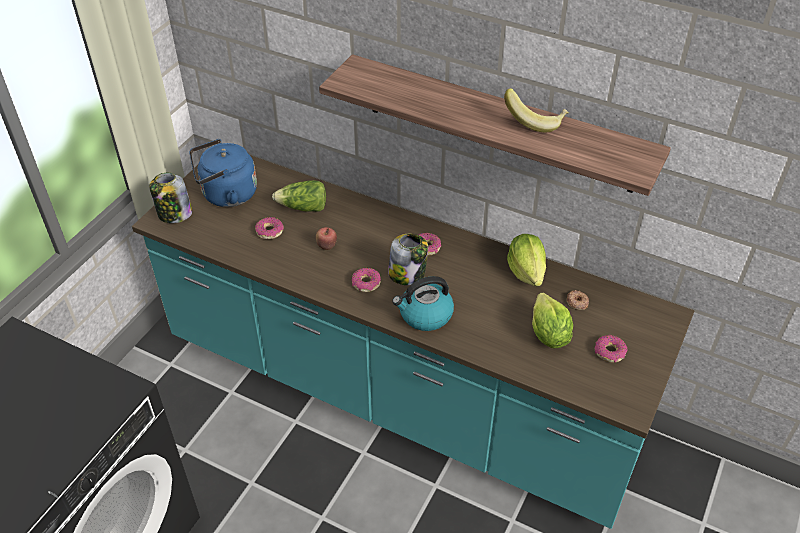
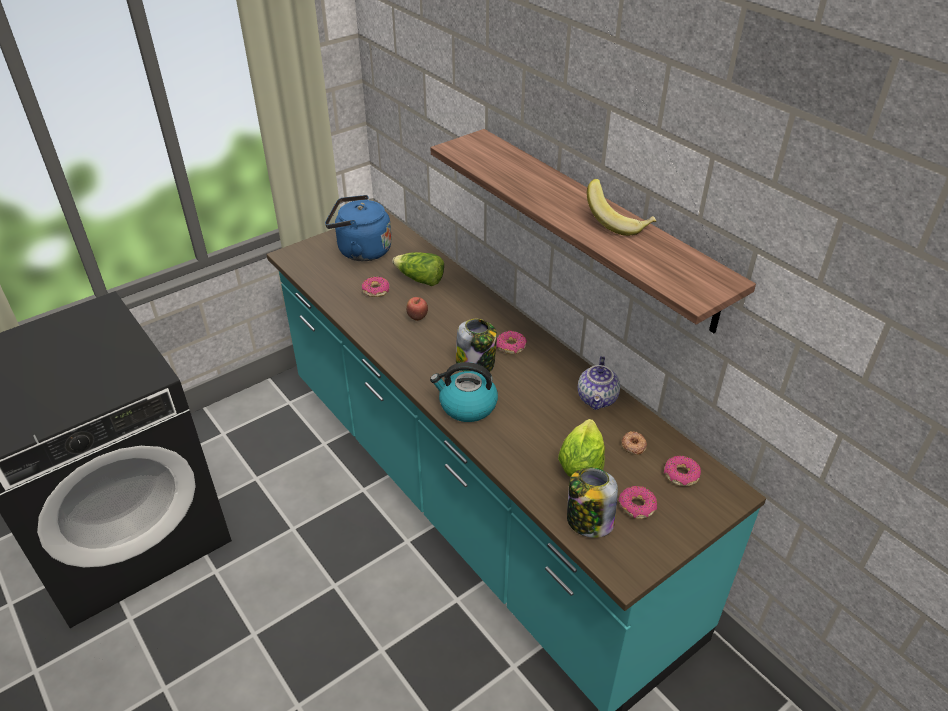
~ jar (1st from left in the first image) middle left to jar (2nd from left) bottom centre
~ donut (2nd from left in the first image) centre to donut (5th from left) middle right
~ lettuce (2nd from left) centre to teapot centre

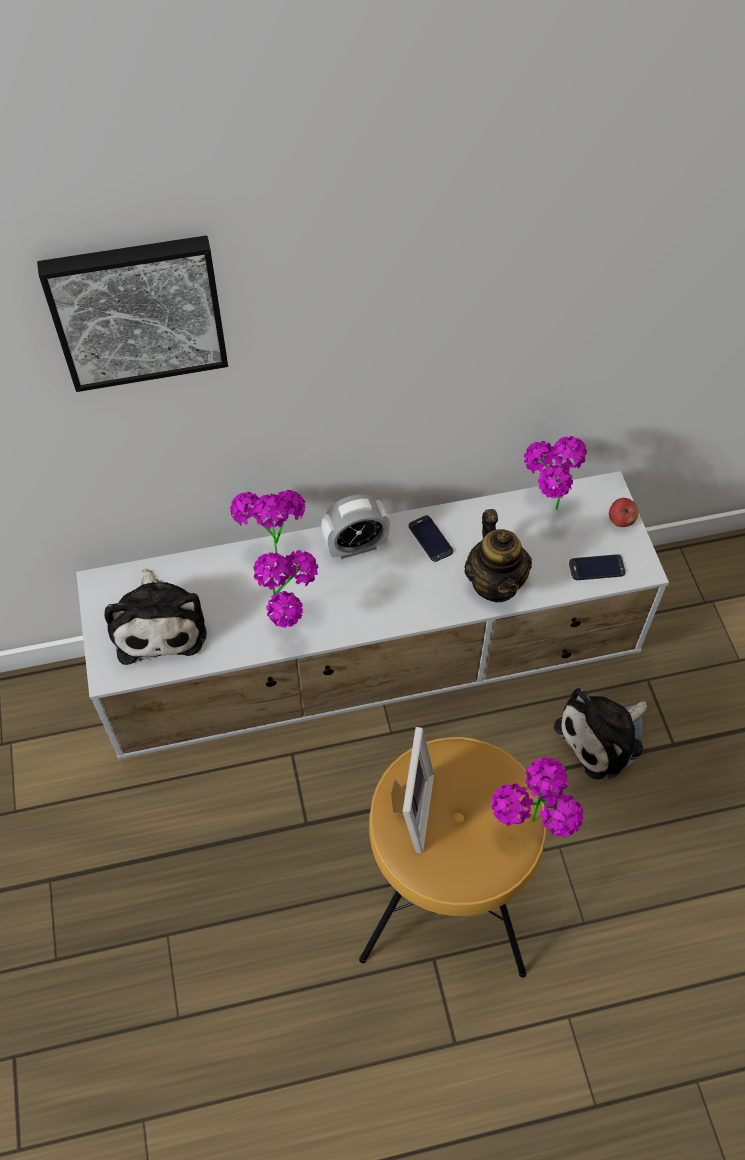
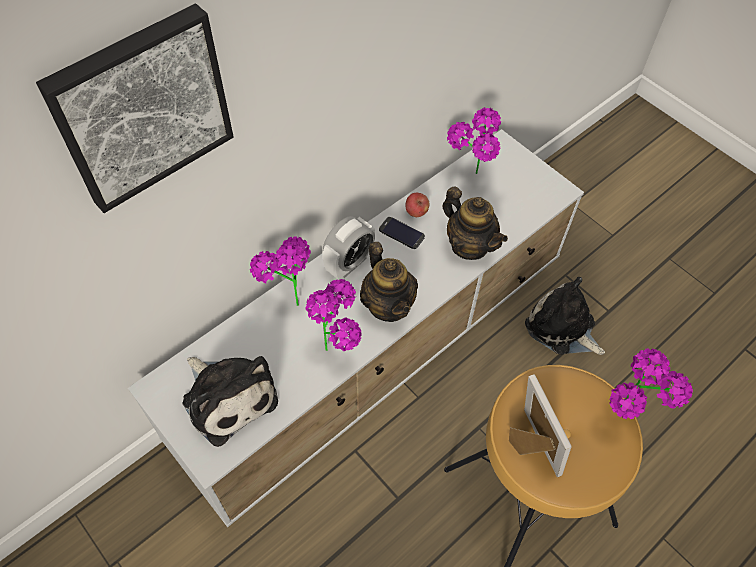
- phone (2nd from left) middle right
+ teapot (1st from left) centre
~ apple middle right to centre
~ plush toy (2nd from left) middle right = middle right 105 degrees clockwise

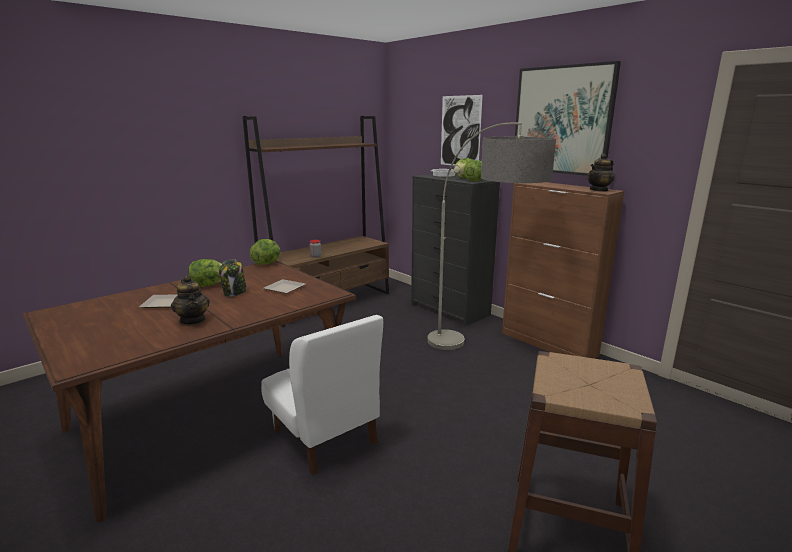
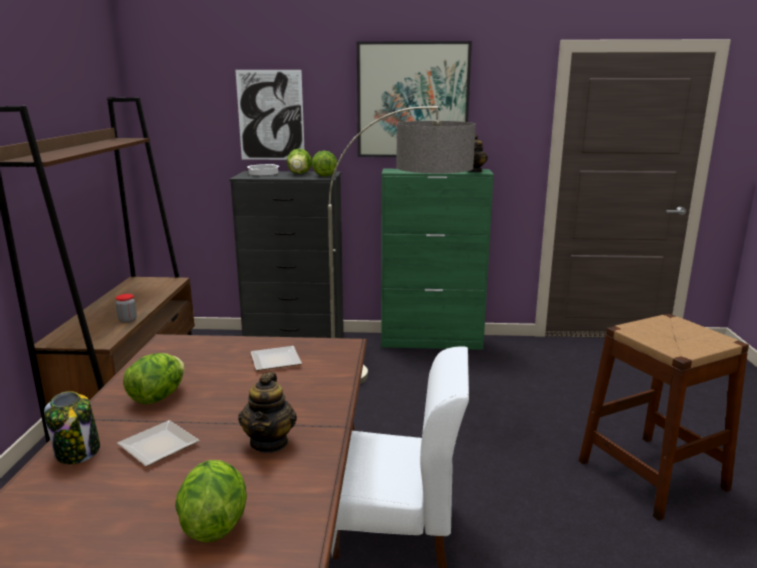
~ jar (1st from left) middle left to bottom left
~ lettuce (2nd from left) centre to bottom left
~ cabinet (brown) middle right to cabinet (green) centre
~ teapot (1st from left) middle left = bottom centre 75 degrees clockwise

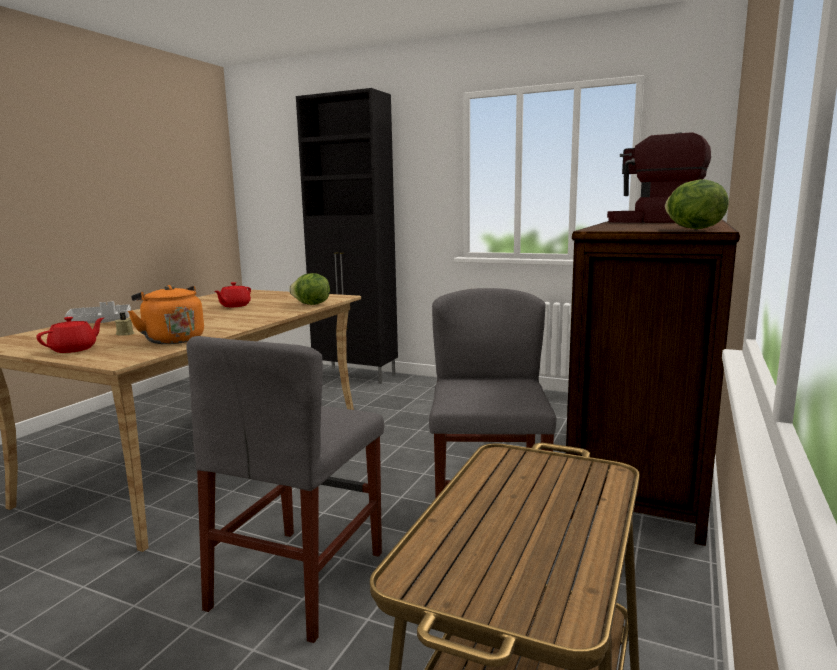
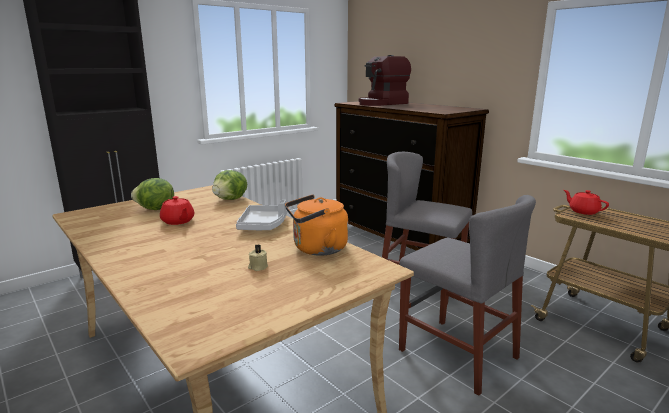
~ teapot (red) (1st from left in the first image) middle left to teapot (red) (2nd from left) middle right
~ tray (grey) middle left to centre
~ lettuce (2nd from left in the first image) top right to lettuce (1st from left) middle left

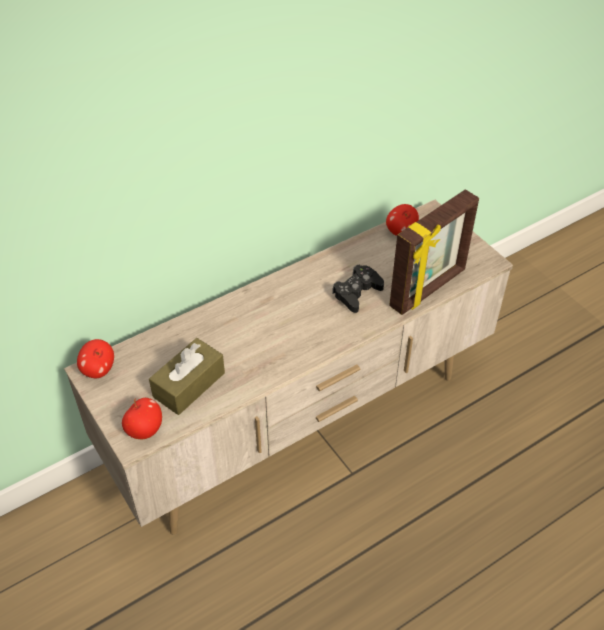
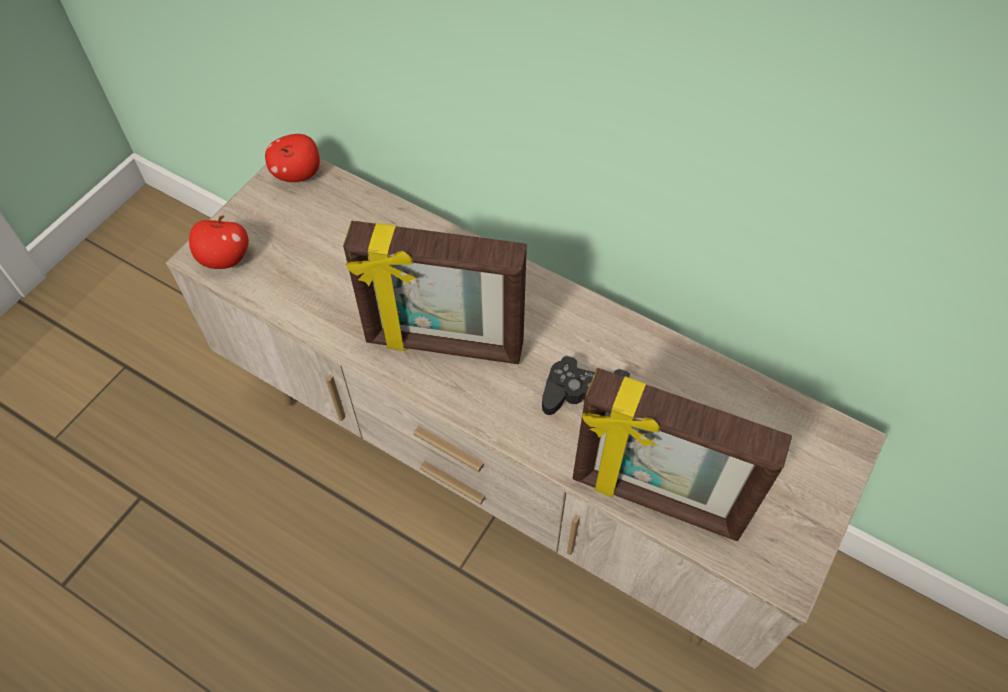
- tissue box (brown) middle left
- apple (3rd from left) centre
+ picture frame (1st from left) centre

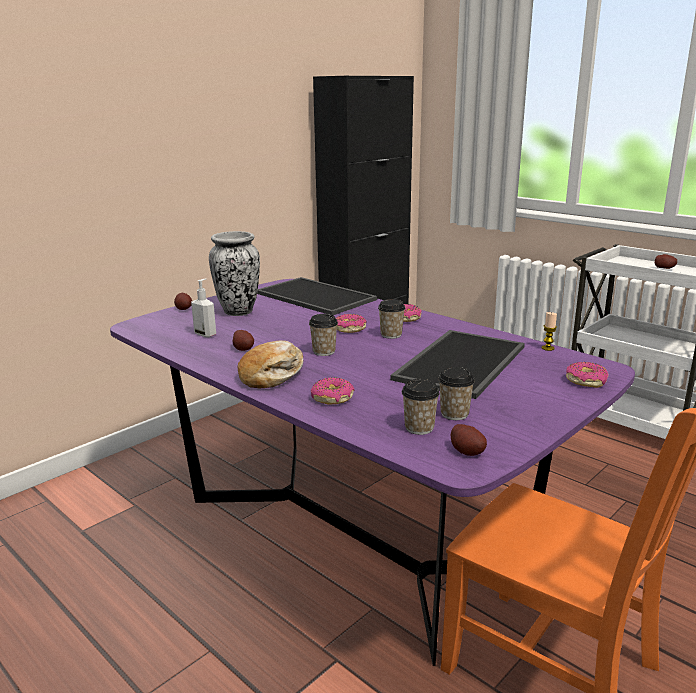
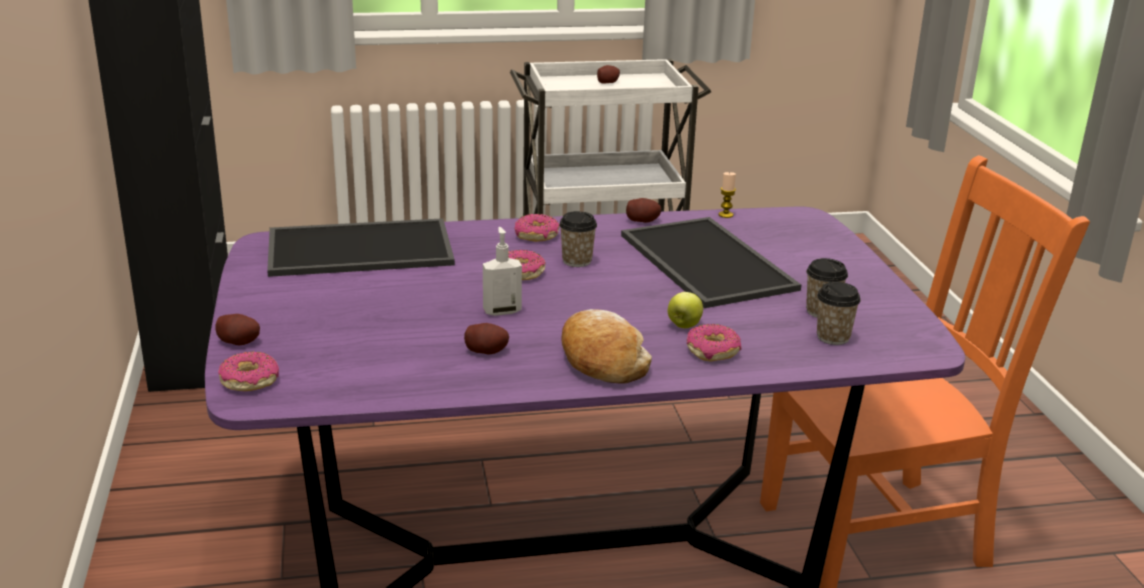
- vase centre
- cup (1st from left) centre
+ apple centre
~ soap dispenser middle left to centre
~ potato (3rd from left in the first image) middle right to potato (4th from left) centre
~ donut (4th from left in the first image) middle right to donut (1st from left) middle left

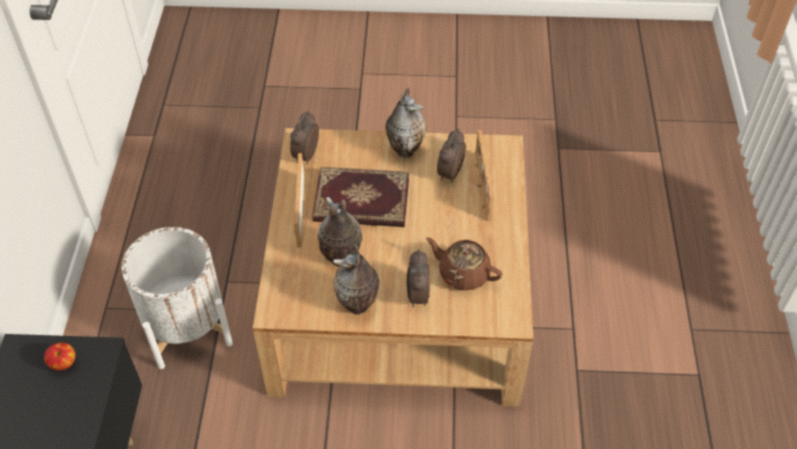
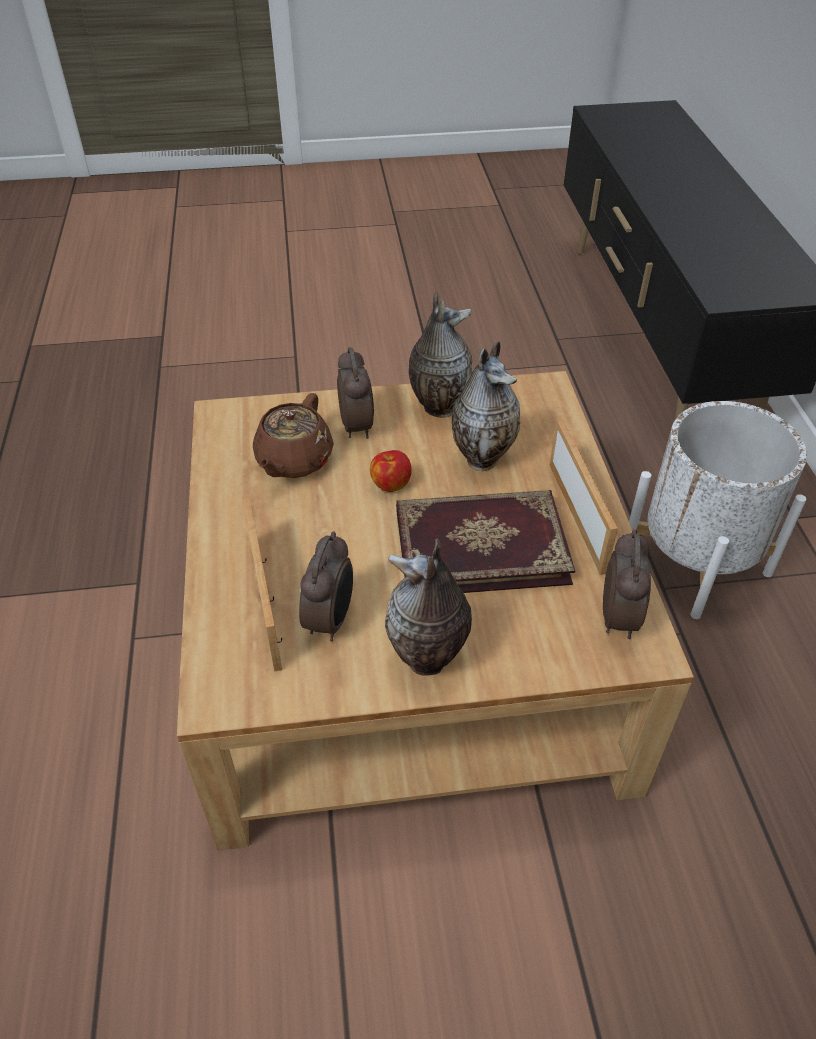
~ apple bottom left to centre
~ teapot (brown) centre = centre 90 degrees clockwise

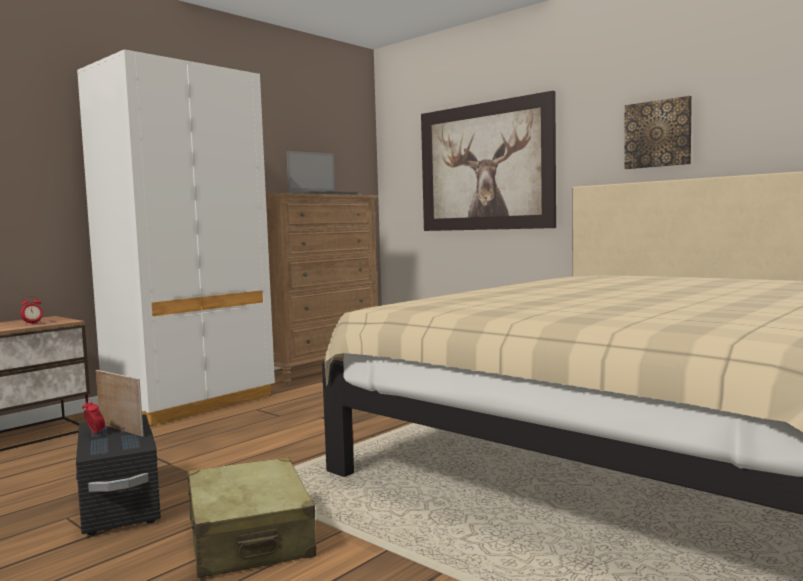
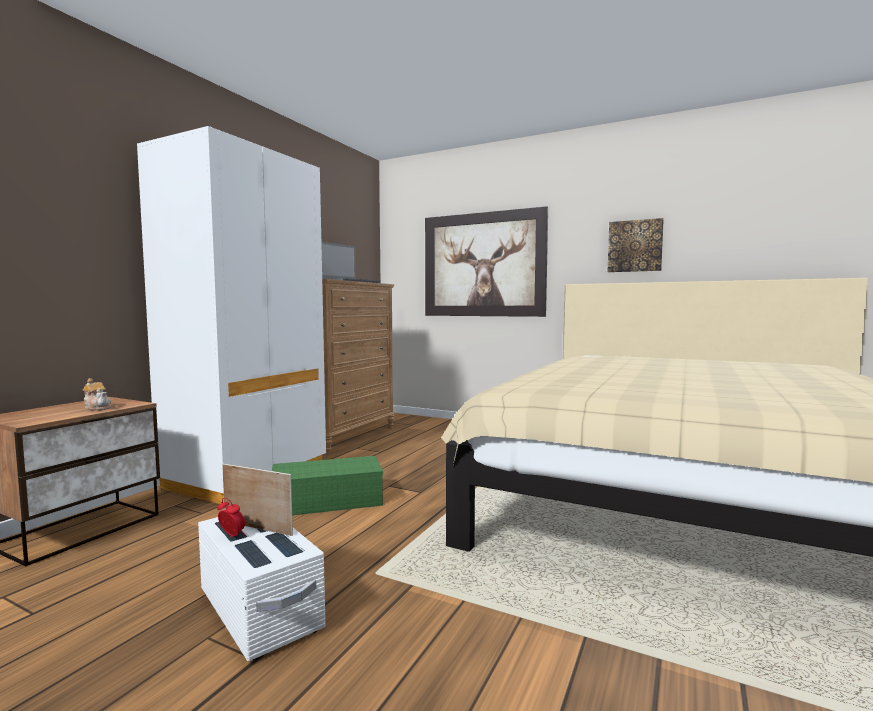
- suitcase (beige) bottom left
+ storage box (green) bottom centre
~ alarm clock (1st from left) middle left to teapot middle left
~ storage box (black) bottom left to storage box (white) bottom left

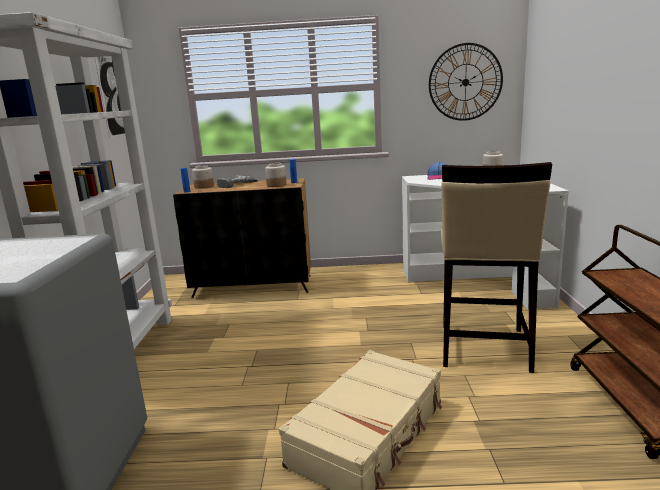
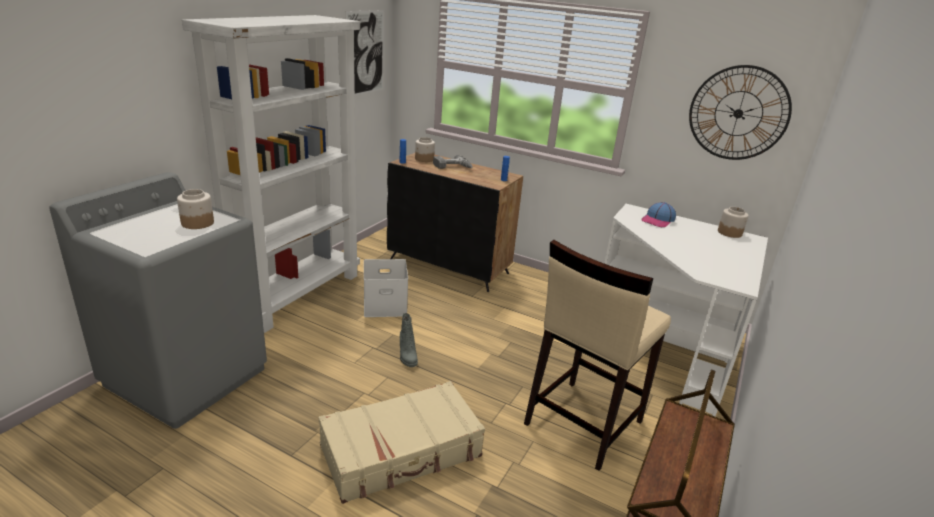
+ storage box (white) centre
+ boot (grey) centre
~ jar (2nd from left in the first image) centre to jar (1st from left) middle left

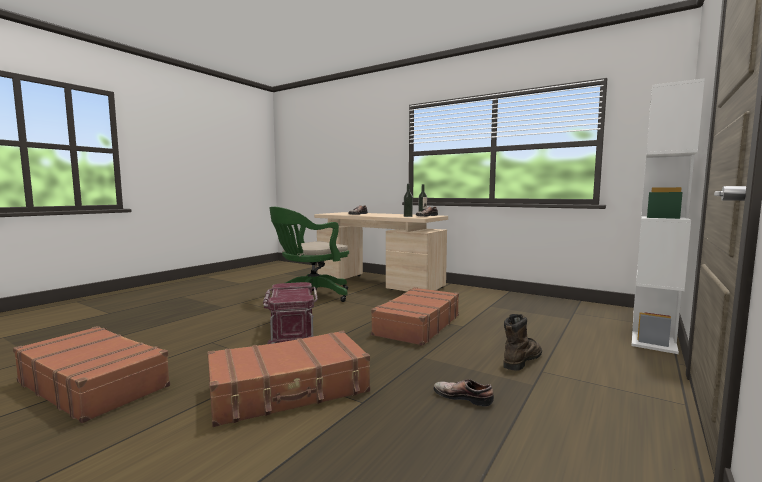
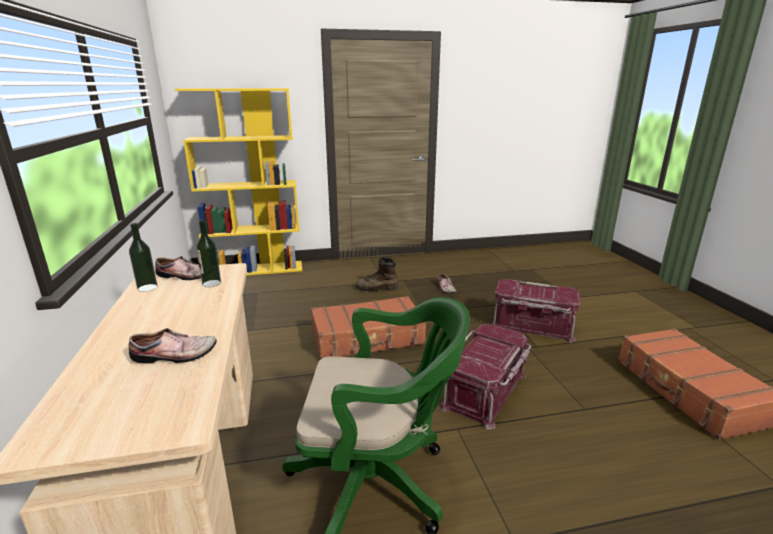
~ suitcase (brown) (2nd from left) bottom centre to storage box (red) (2nd from left) middle right
~ bookcase (white) middle right to bookcase (yellow) middle left

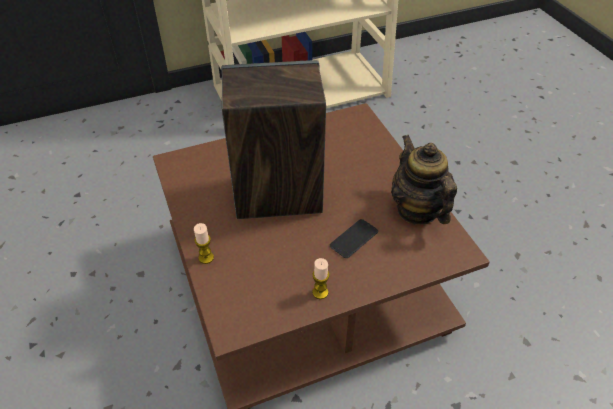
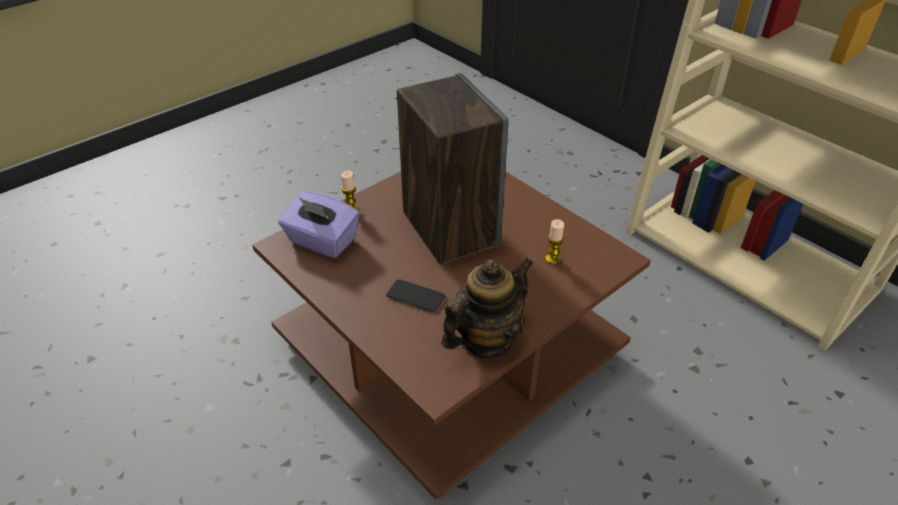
+ tissue box (purple) centre
~ candle (2nd from left) bottom centre to centre

